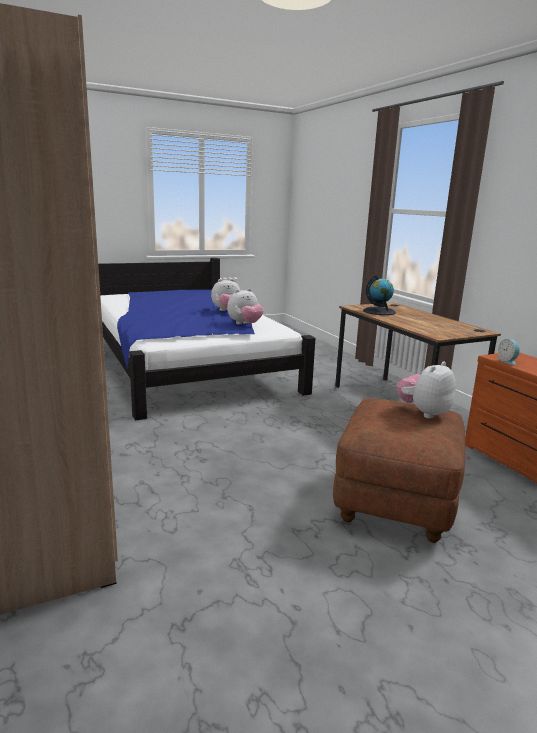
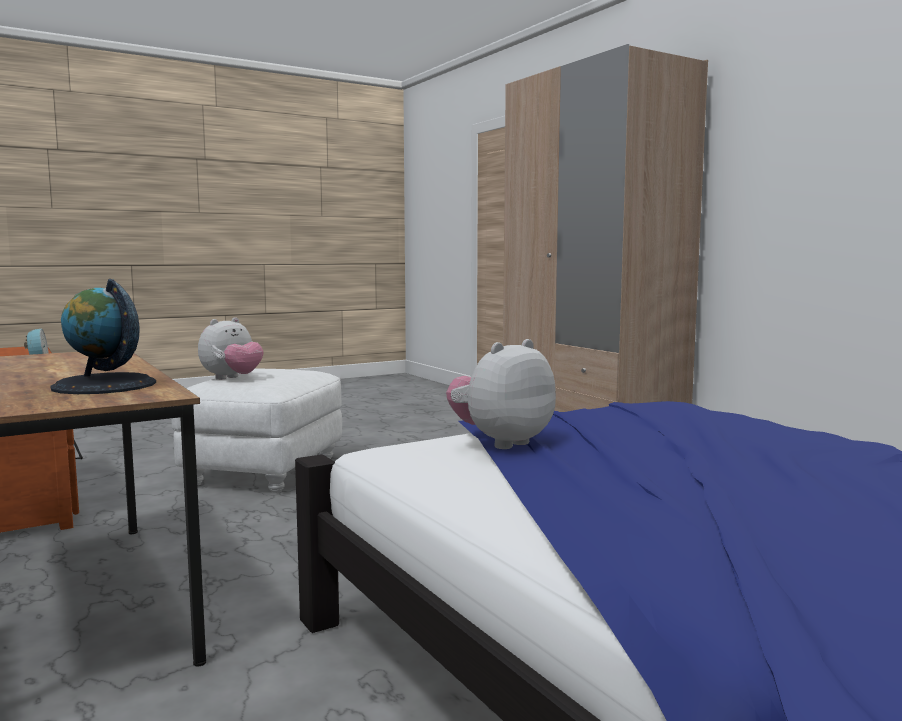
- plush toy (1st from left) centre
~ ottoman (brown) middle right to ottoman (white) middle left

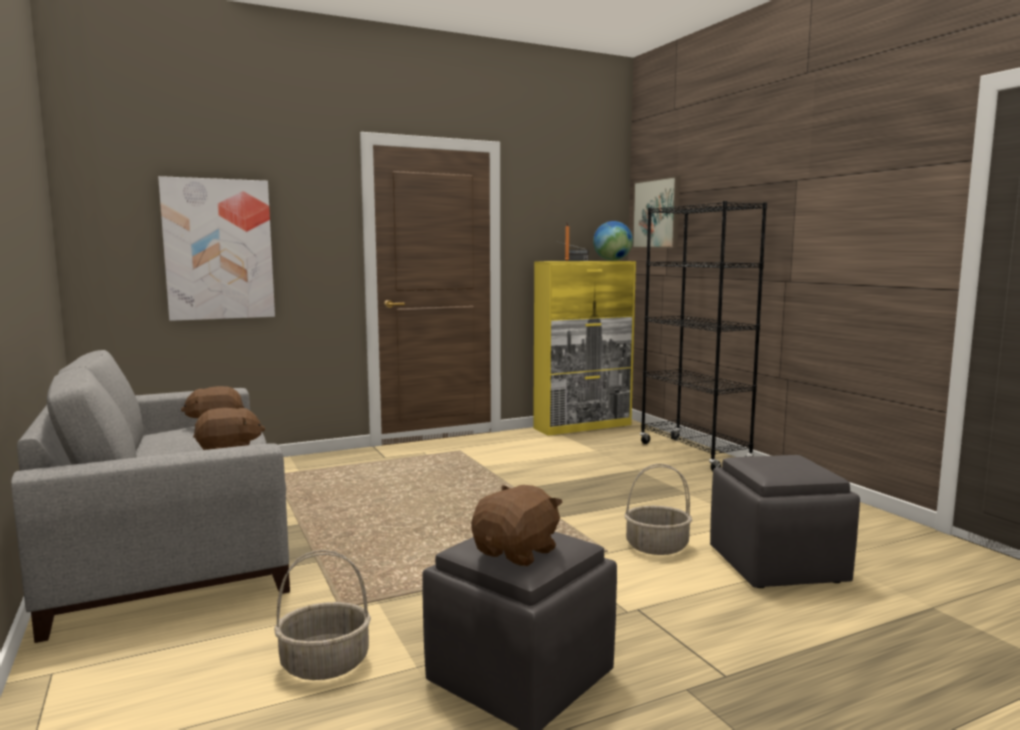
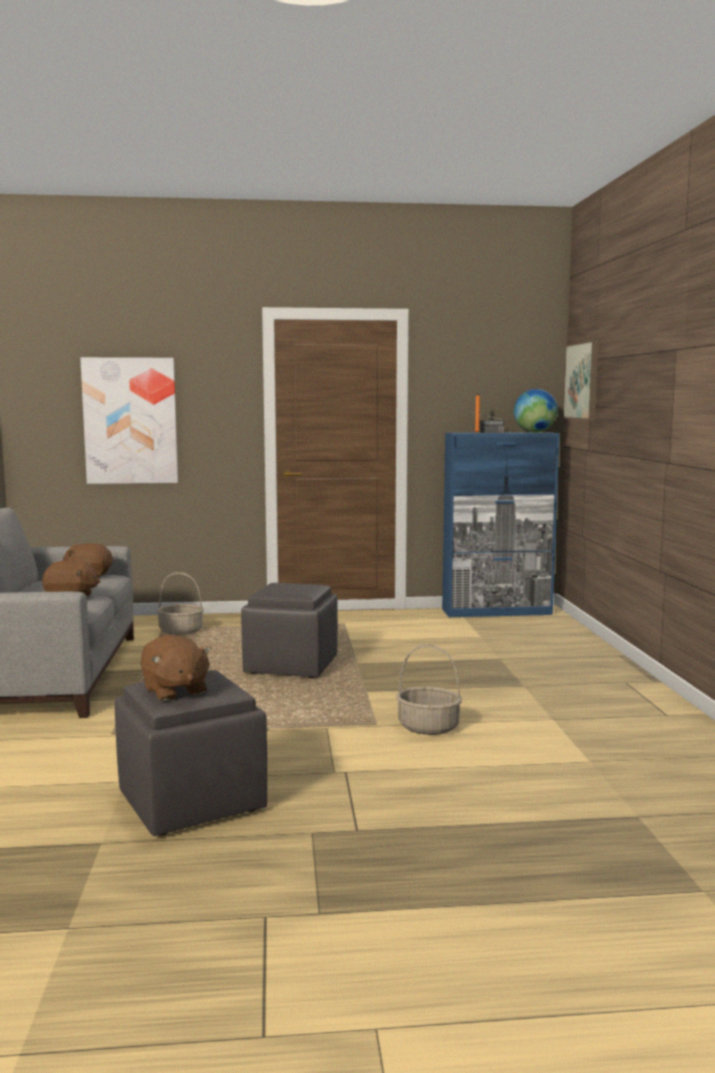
- bookcase (black) middle right
~ basket (1st from left) bottom left to middle left
~ ottoman (grey) (2nd from left) bottom right to centre
~ cabinet (yellow) centre to cabinet (blue) middle right
~ plush toy (brown) (3rd from left) bottom centre = middle left 90 degrees clockwise

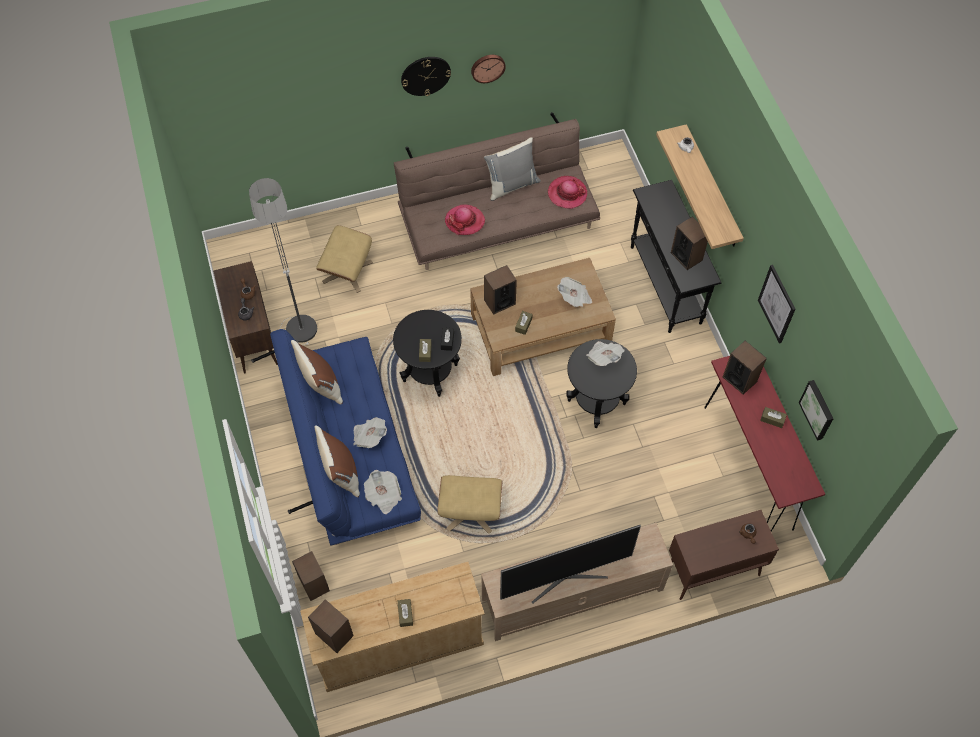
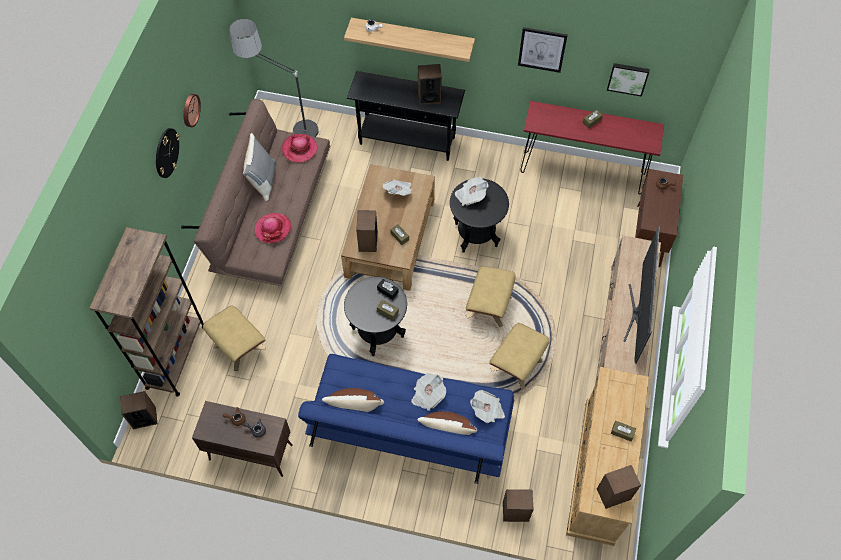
+ bookcase (brown) middle left
+ ottoman (beige) (2nd from left) centre
~ floor lamp middle left to top left
~ speaker (5th from left in the first image) middle right to speaker (1st from left) bottom left

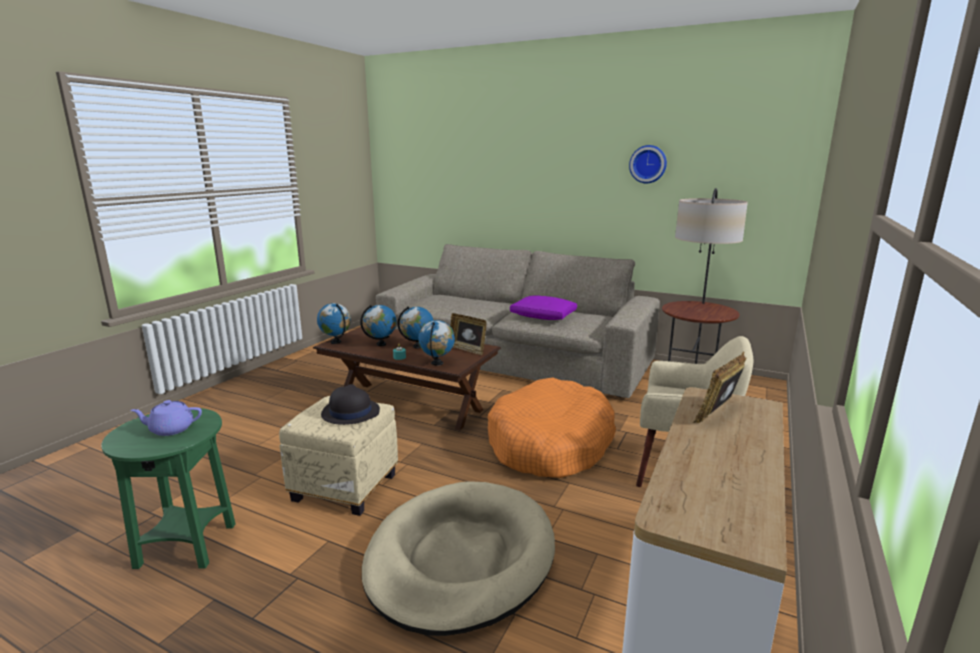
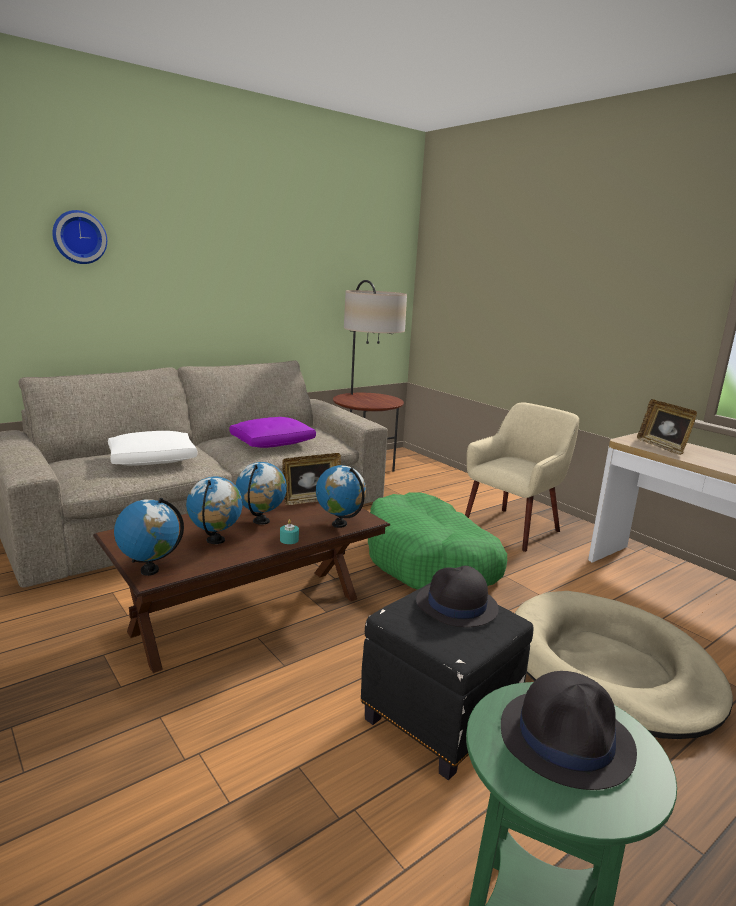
+ pillow (white) middle left
~ wall clock top centre to top left
~ teapot (purple) middle left to hat (black) (2nd from left) bottom right
~ ottoman (beige) bottom centre to ottoman (black) bottom centre
~ dog bed (orange) centre to dog bed (green) centre

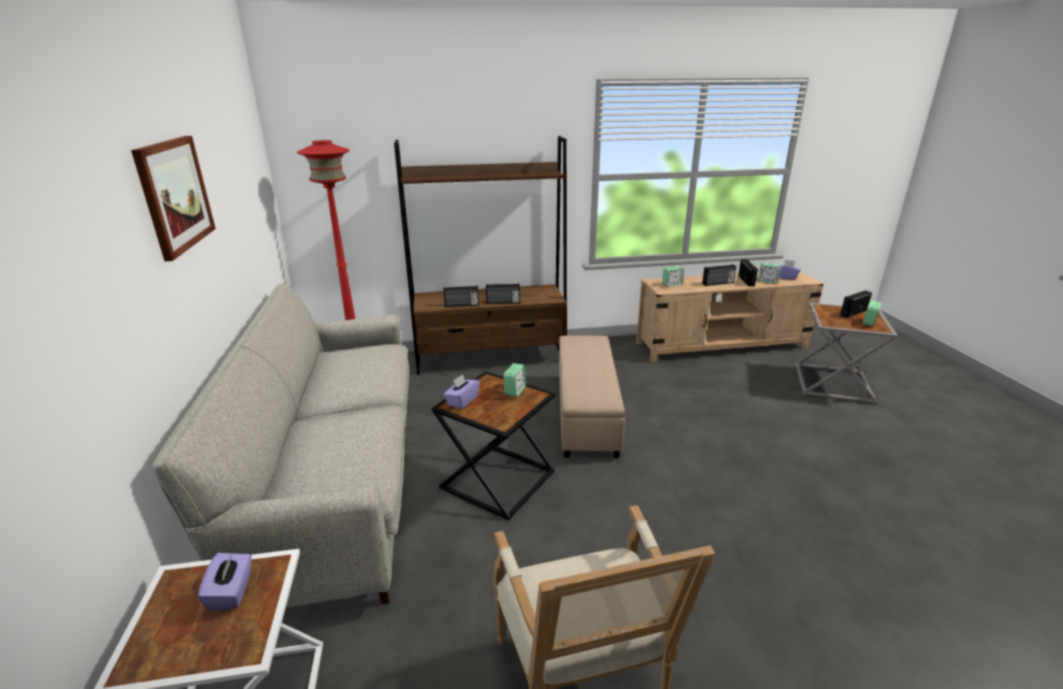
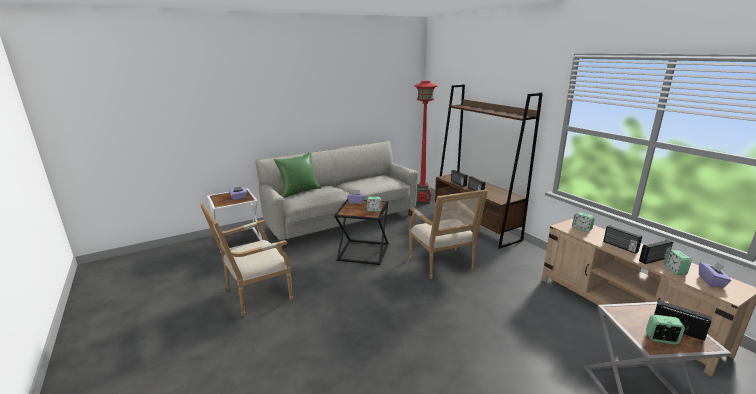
- picture top left
+ pillow (green) centre
~ ottoman (beige) centre to armchair (2nd from left) centre

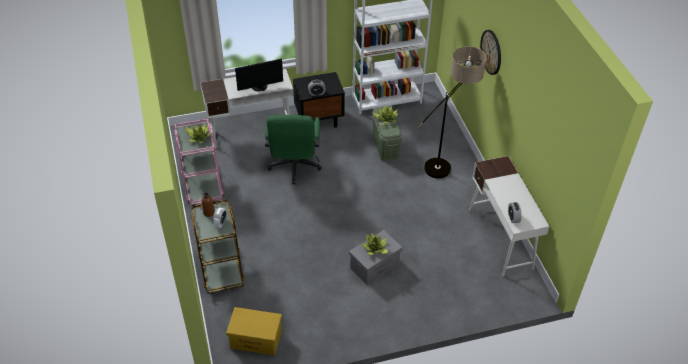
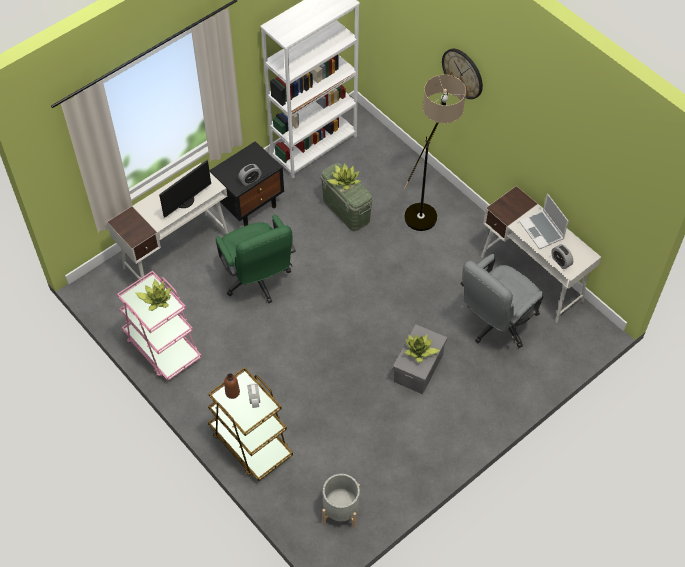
+ office chair (grey) middle right
+ laptop middle right
~ storage box (yellow) bottom centre to planter (grey) bottom centre

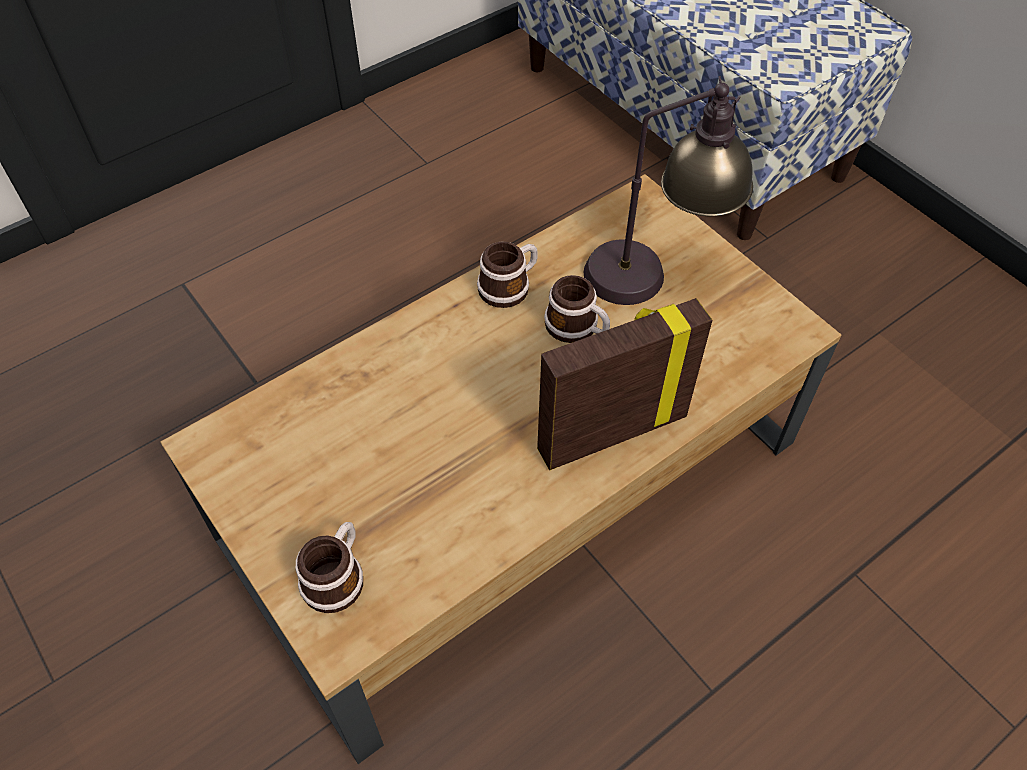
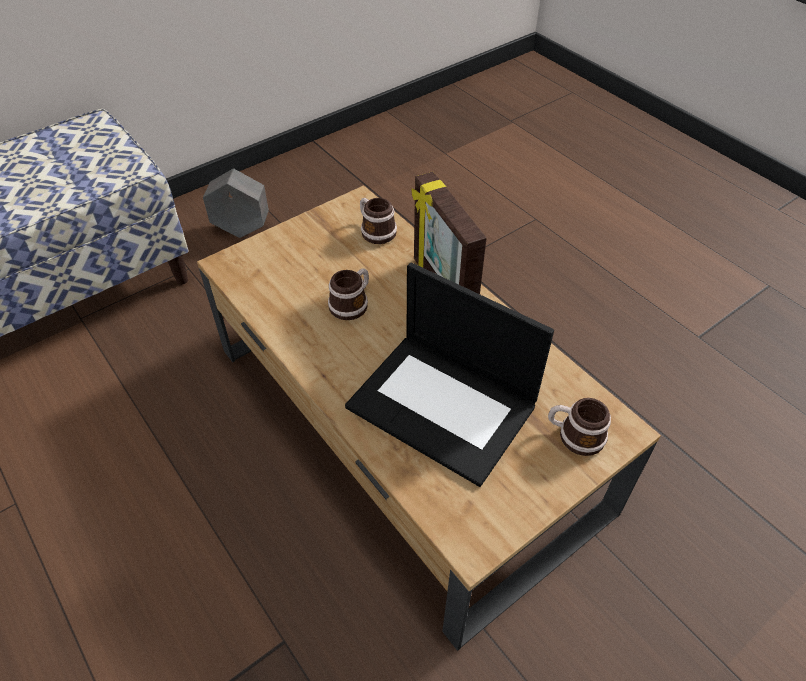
- table lamp top centre
+ planter (grey) top left
+ laptop centre
~ mug (2nd from left) centre to top centre

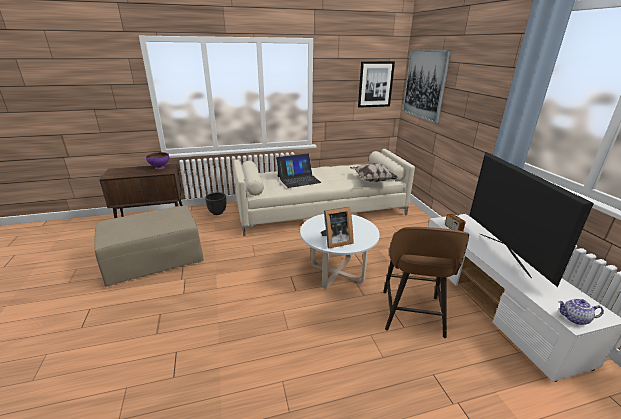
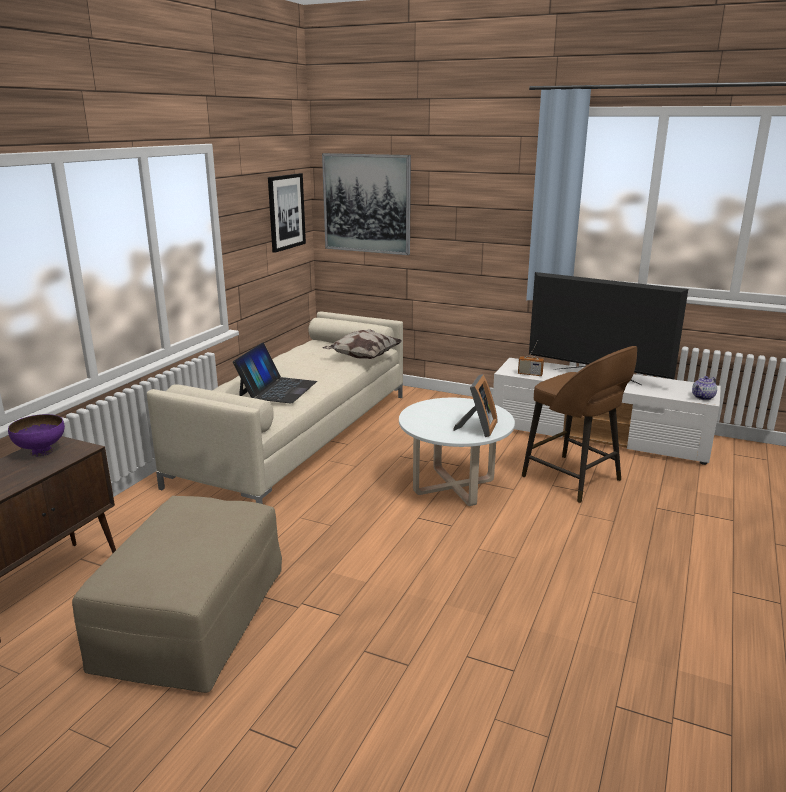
- planter (black) centre

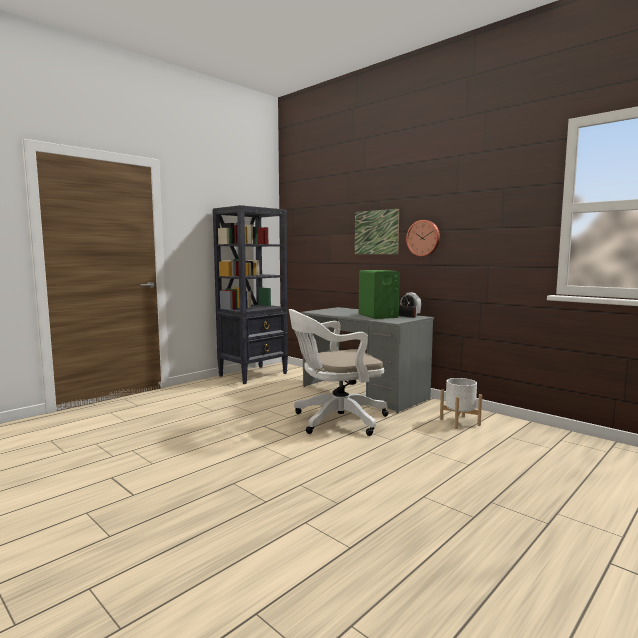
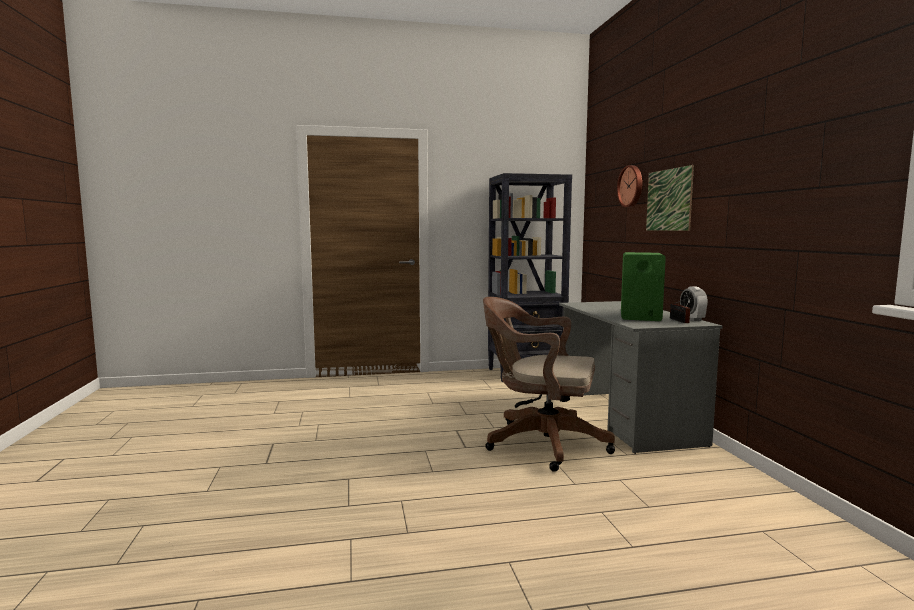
- planter (white) middle right
~ wall clock centre to top right
~ office chair (white) centre to office chair (brown) centre

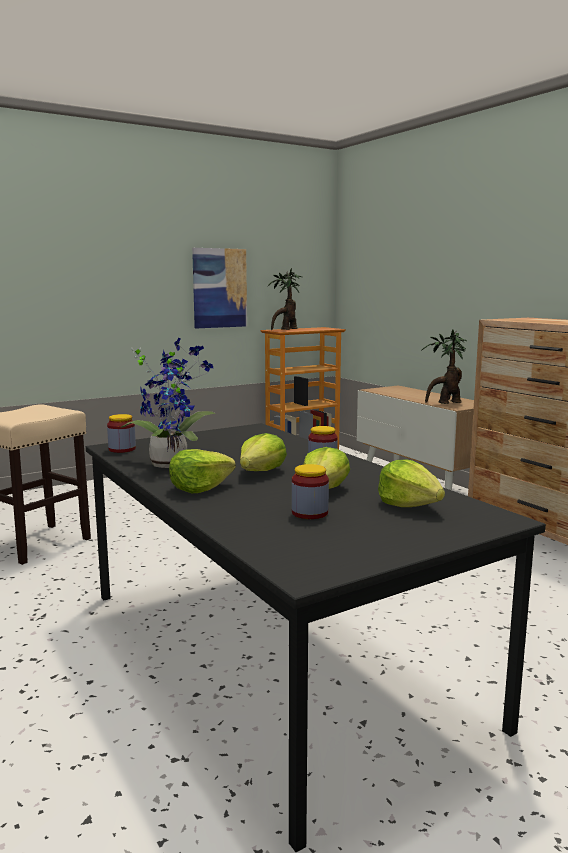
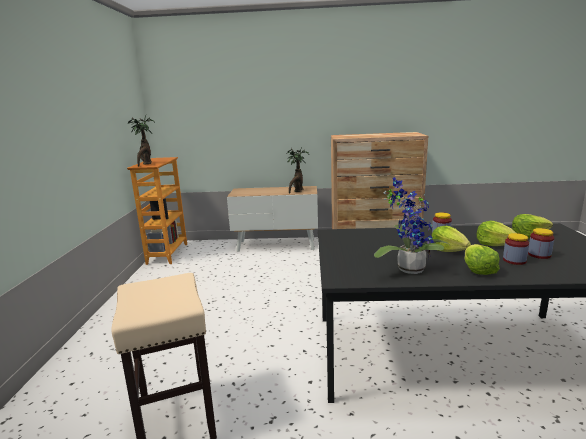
- picture centre
~ jar (1st from left in the first image) middle left to jar (2nd from left) middle right

